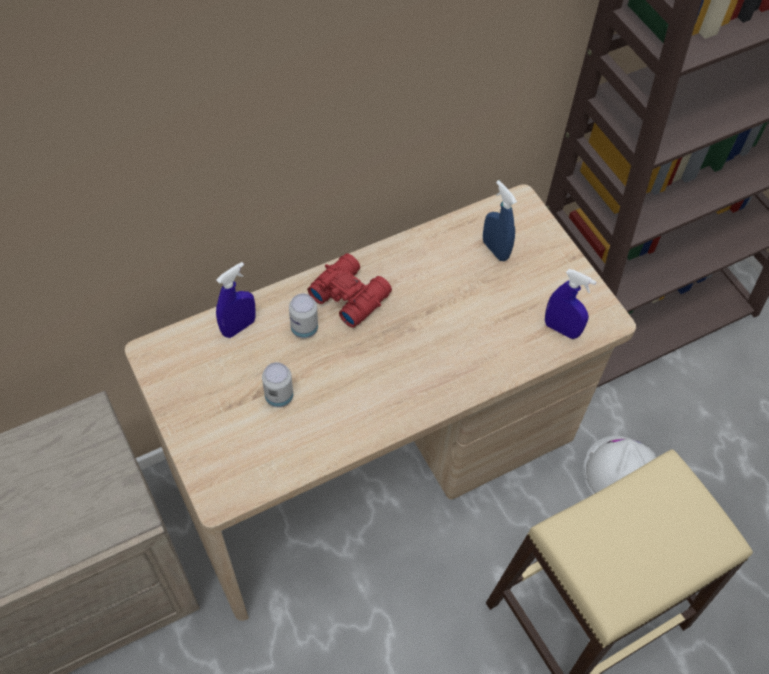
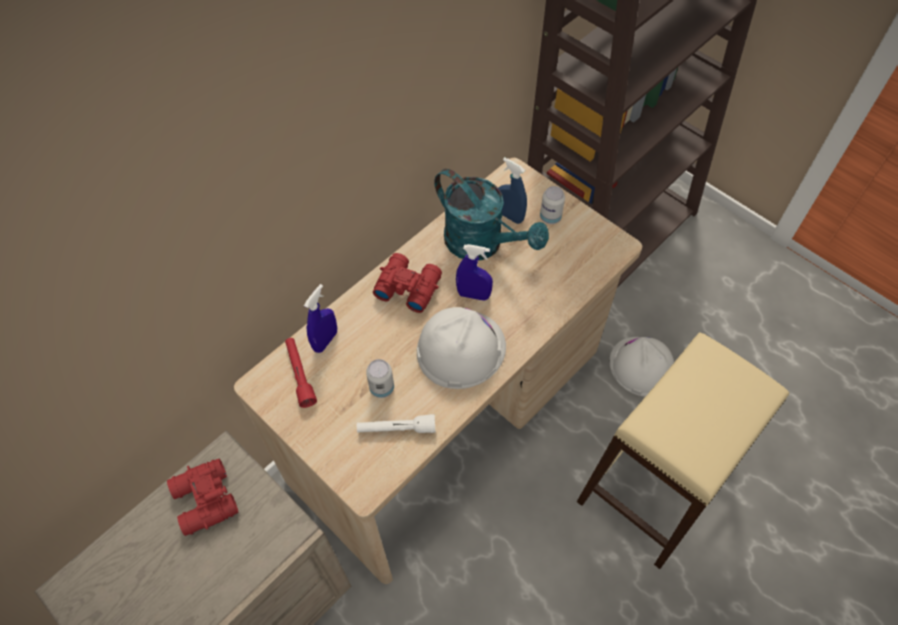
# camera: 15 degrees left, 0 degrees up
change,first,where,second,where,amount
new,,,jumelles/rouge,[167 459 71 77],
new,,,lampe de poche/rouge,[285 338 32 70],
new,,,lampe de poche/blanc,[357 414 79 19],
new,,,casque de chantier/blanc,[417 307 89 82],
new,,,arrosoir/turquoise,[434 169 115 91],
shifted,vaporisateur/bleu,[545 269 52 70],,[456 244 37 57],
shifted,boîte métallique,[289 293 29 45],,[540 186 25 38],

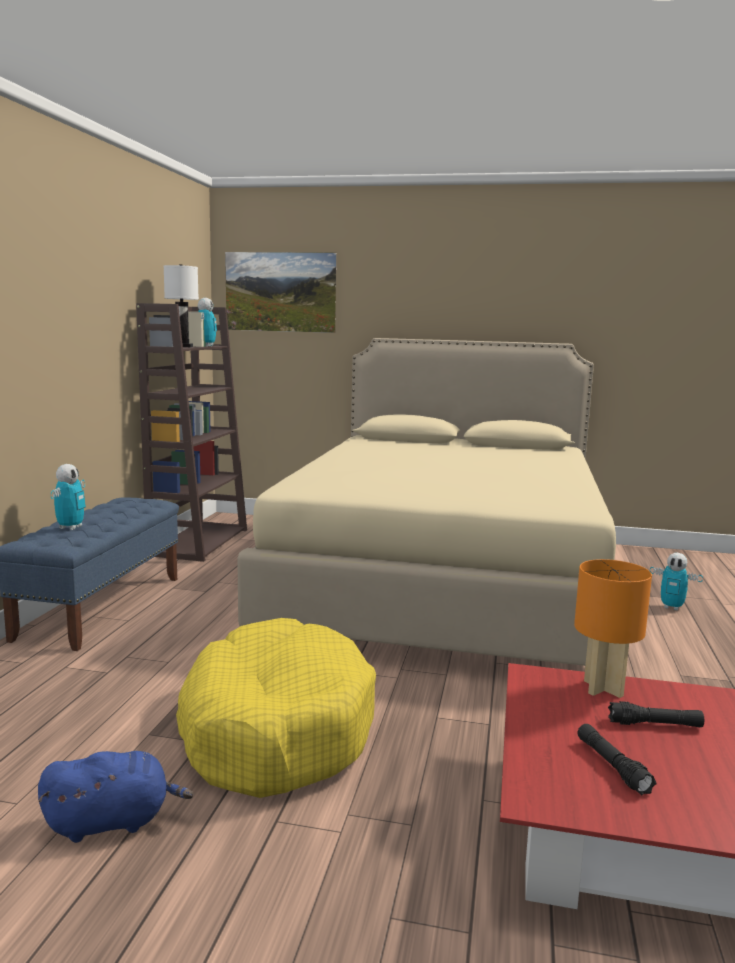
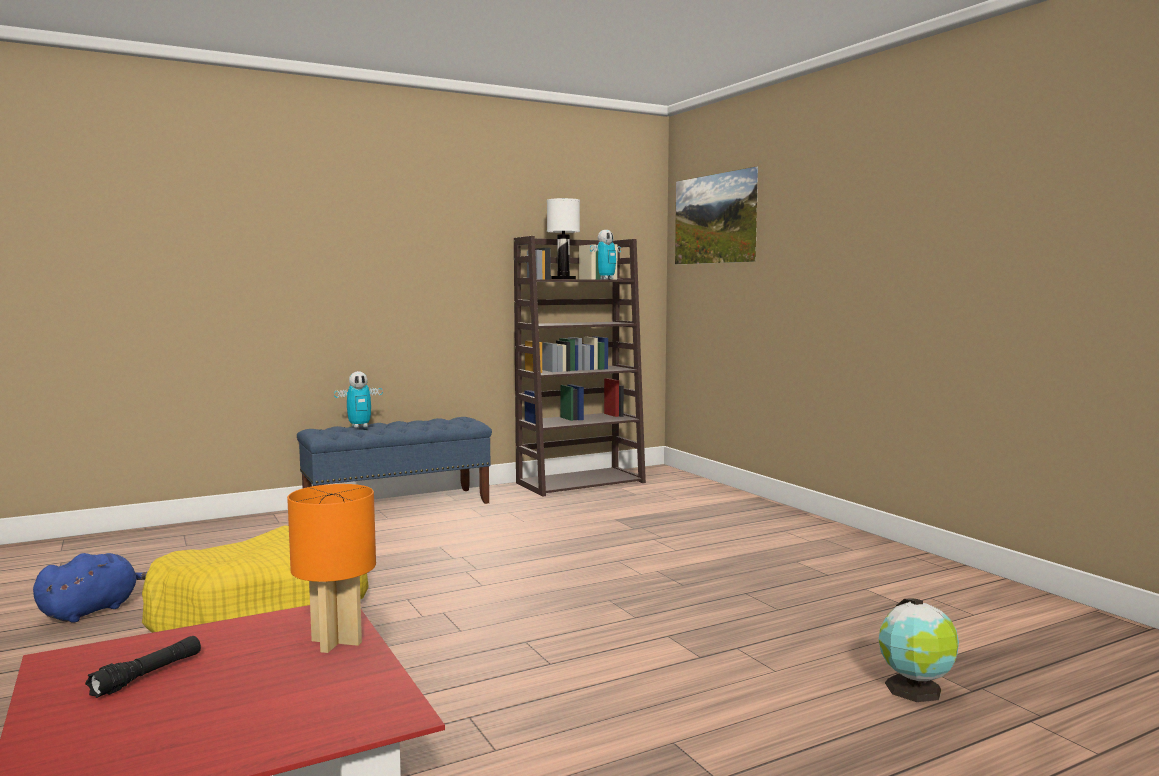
# camera: 50 degrees right, 5 degrees down
change,first,where,second,where,amount
rotated,peluche/bleu,[38 751 155 92],,[33 553 114 70],90 degrees counterclockwise
swapped,robot jouet,[650 553 53 58],globe,[879 598 80 104],
gone,lit/beige,[237 338 379 328],,,
gone,lampe de poche/noir,[608 701 96 26],,,

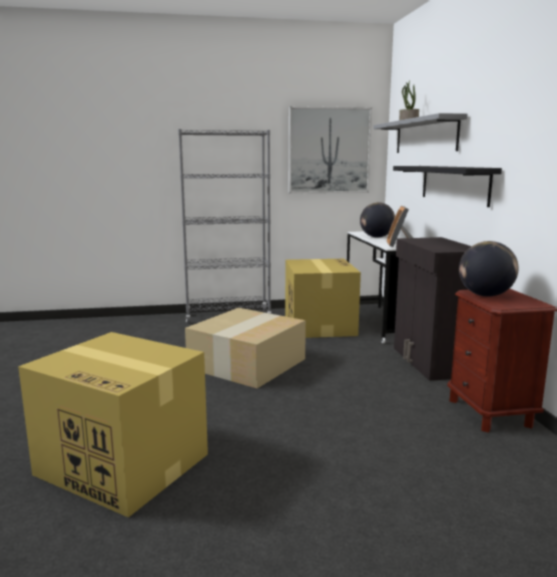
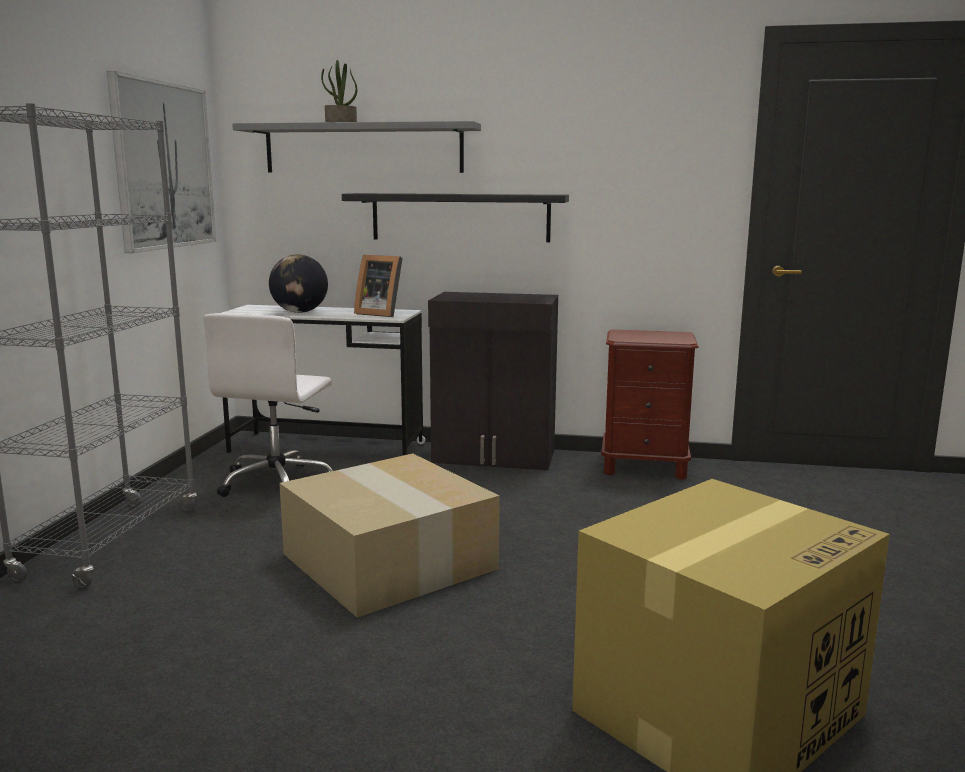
# camera: 70 degrees left, 0 degrees up
change,first,where,second,where,amount
swapped,carton,[285 259 76 79],chaise de bureau/blanc,[203 313 130 184],
gone,globe,[459 241 60 56],,,

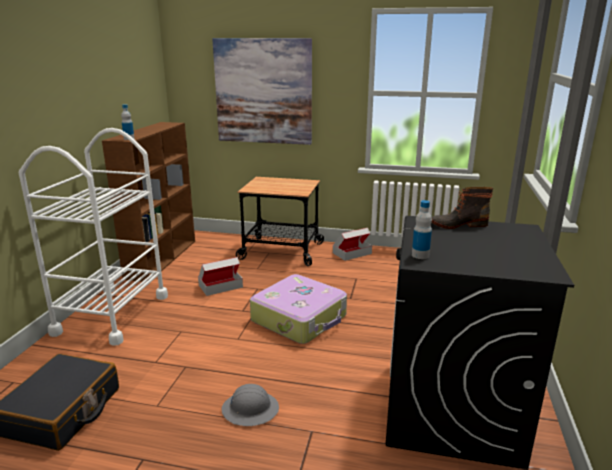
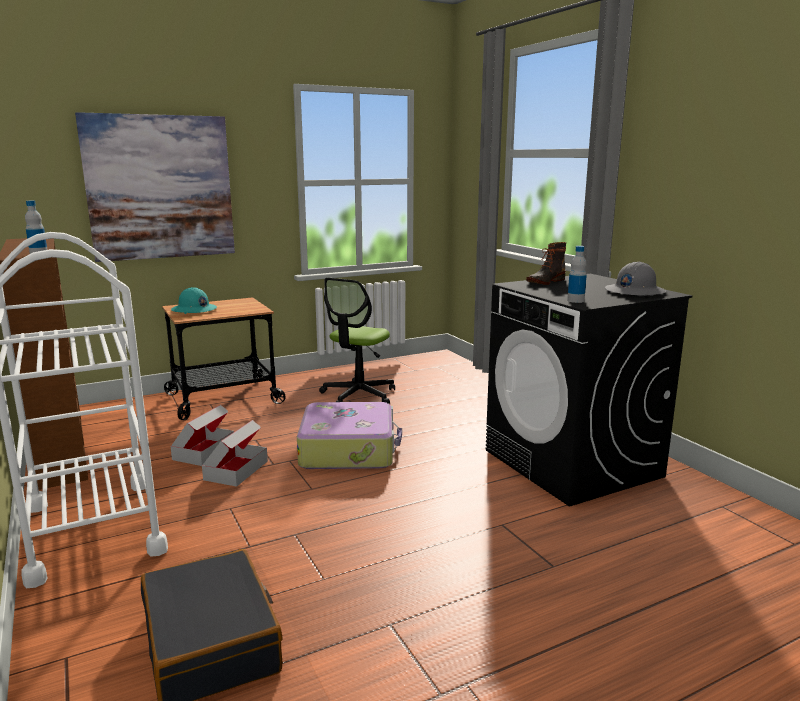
# camera: 40 degrees left, 5 degrees down
change,first,where,second,where,amount
new,,,casque de chantier/turquoise,[171 287 46 27],
shifted,carton,[333 228 39 33],,[202 420 66 67],
new,,,chaise de bureau,[319 278 76 126],
shifted,casque de chantier/gris,[222 384 57 42],,[605 262 61 34],

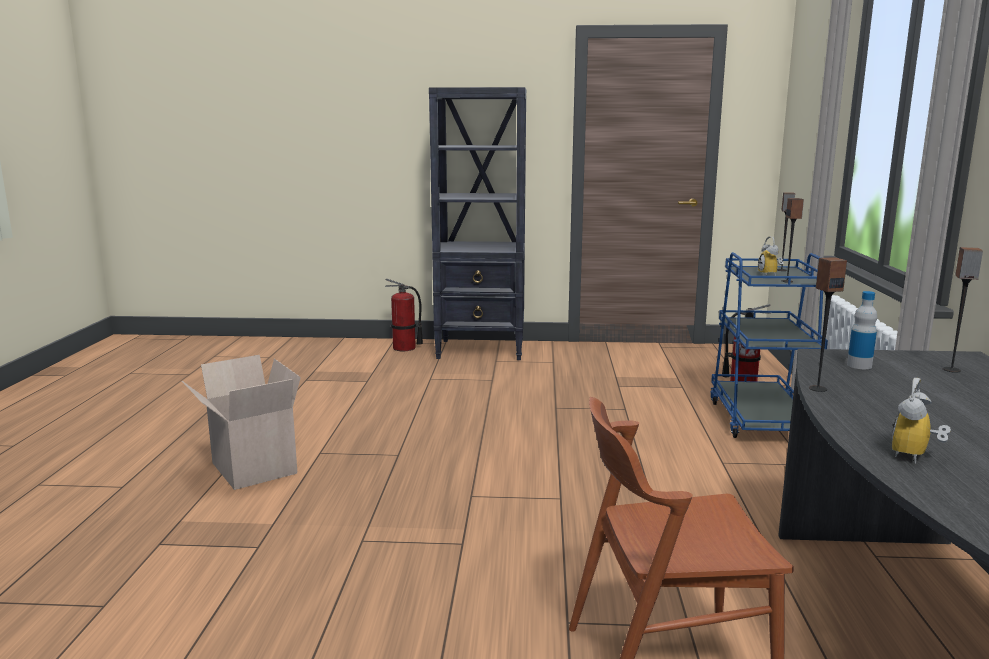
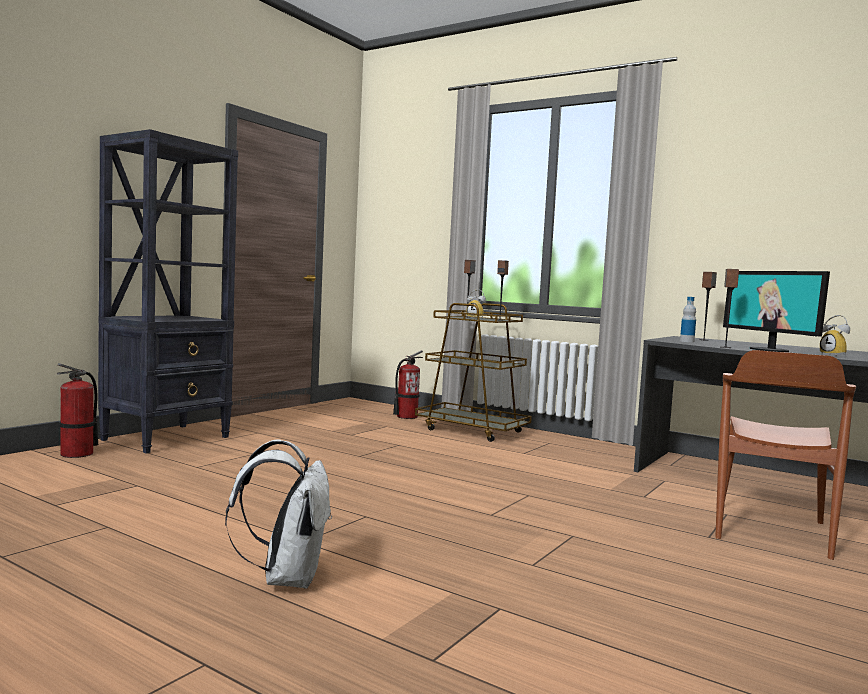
# camera: 60 degrees left, 10 degrees down
change,first,where,second,where,amount
swapped,carton,[182 355 119 135],sac à dos/blanc,[225 439 107 149],
repainted,chariot/bleu,[710 252 118 186],chariot/marron,[415 303 117 139],
new,,,écran d'ordinateur,[723 271 107 81],

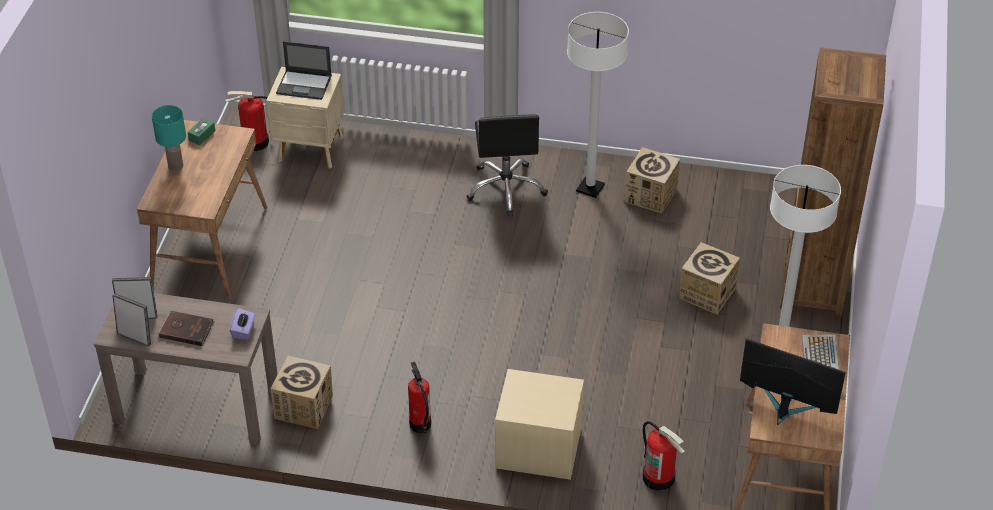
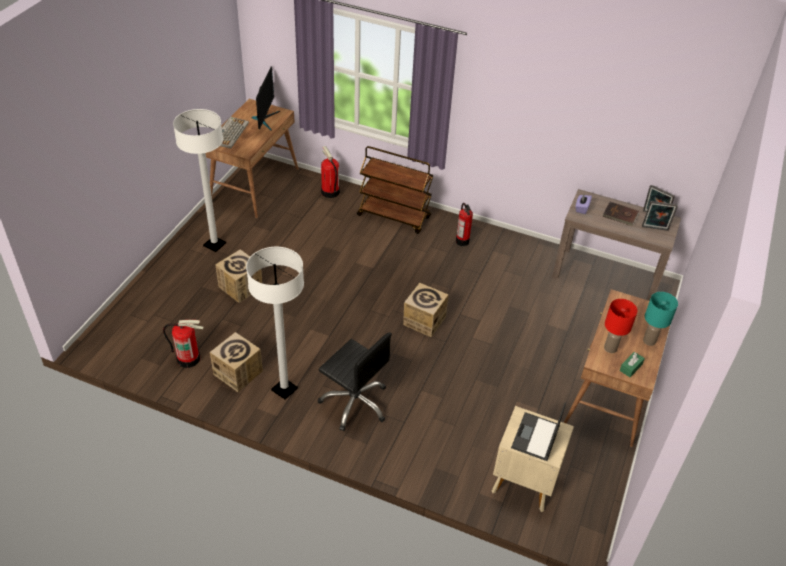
# camera: 170 degrees left, 0 degrees up
change,first,where,second,where,amount
shifted,extincteur,[225 91 45 60],,[163 320 40 48],
rotated,écran d'ordinateur,[740 338 106 87],,[252 66 28 65],120 degrees counterclockwise
rotated,chaise de bureau/noir,[466 115 82 102],,[318 332 74 99],120 degrees clockwise
swapped,table de chevet/beige,[495 369 89 111],chariot/marron,[357 146 77 88],
shifted,carton,[270 356 63 73],,[403 283 45 54],
rotated,ordinateur portable,[276 41 56 59],,[511 402 55 59],90 degrees counterclockwise
new,,,lampe de table/rouge,[604 299 34 54],
gone,bibliothèque/marron,[780 47 106 270],,,

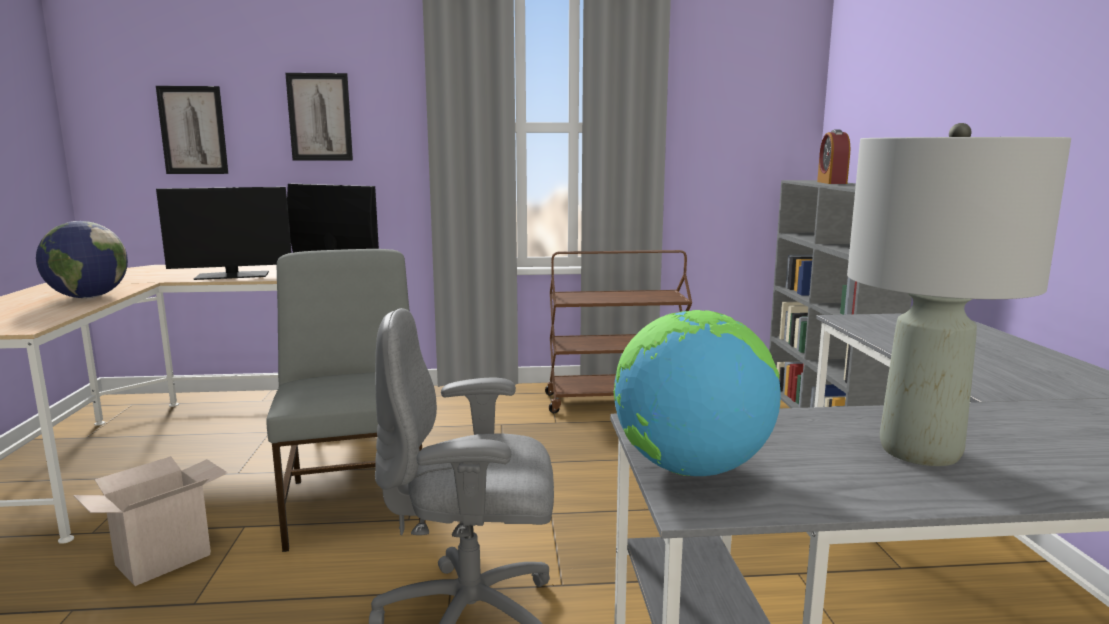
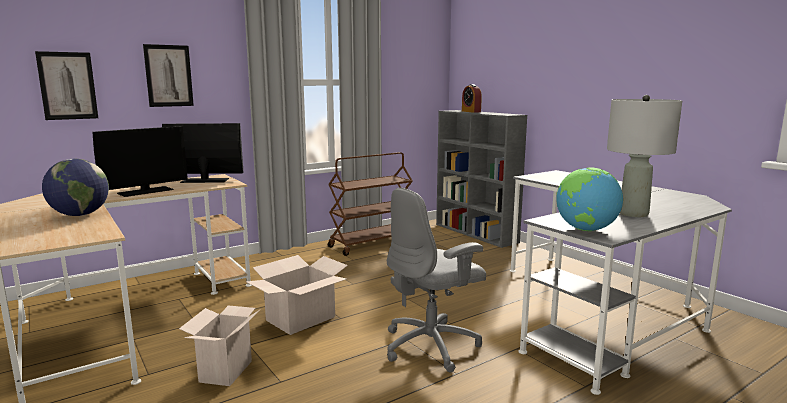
# camera: 30 degrees left, 0 degrees up
change,first,where,second,where,amount
swapped,chaise/gris,[266 249 160 303],carton,[246 255 102 80],

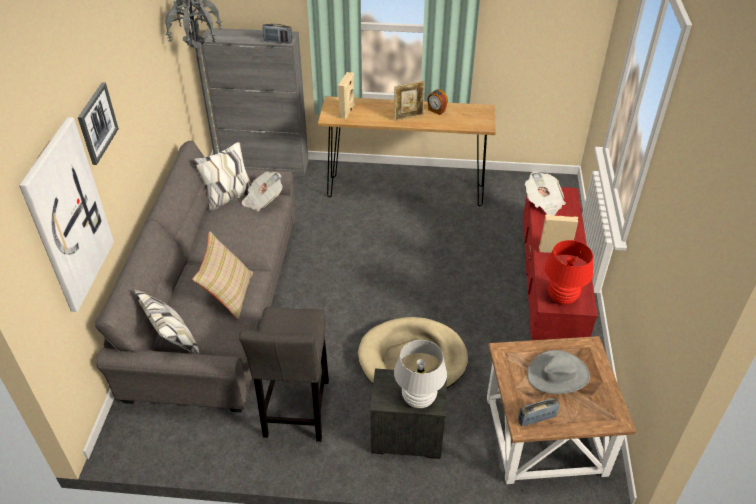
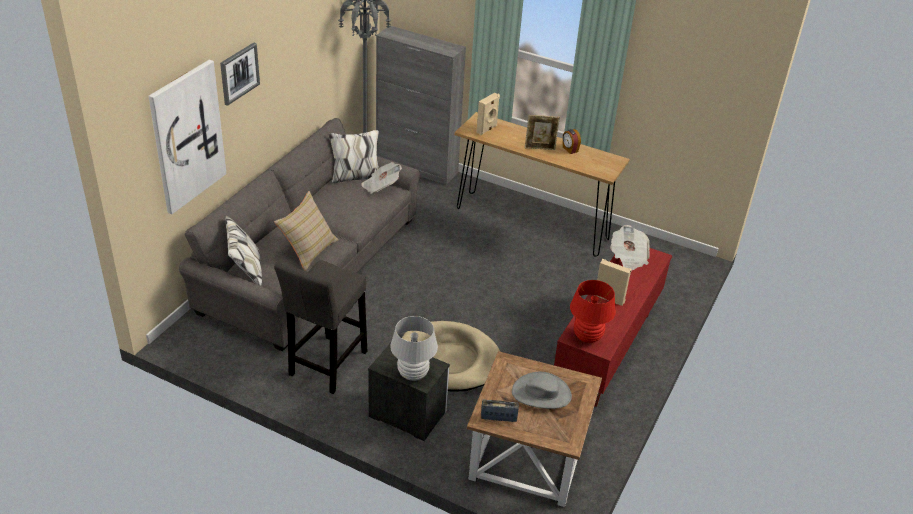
# camera: 20 degrees right, 5 degrees down
change,first,where,second,where,amount
gone,radio,[263 24 29 20],,,

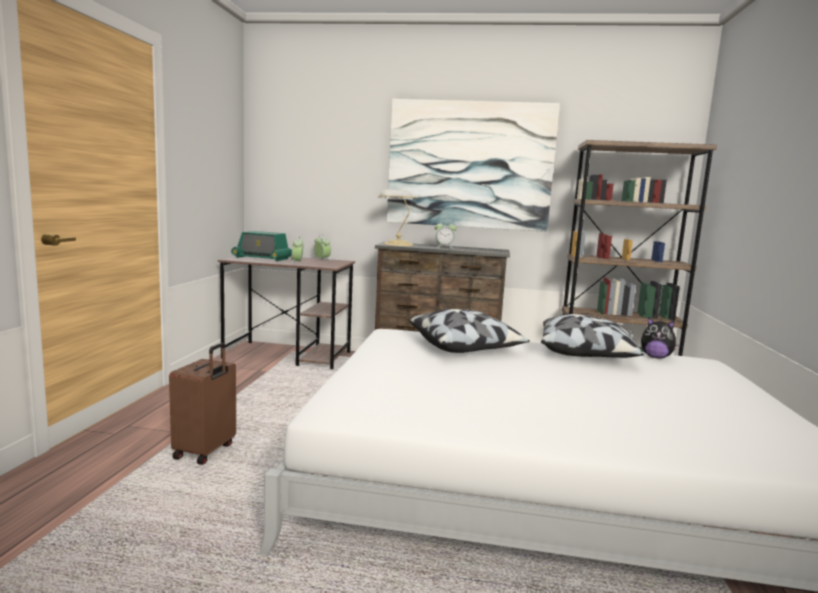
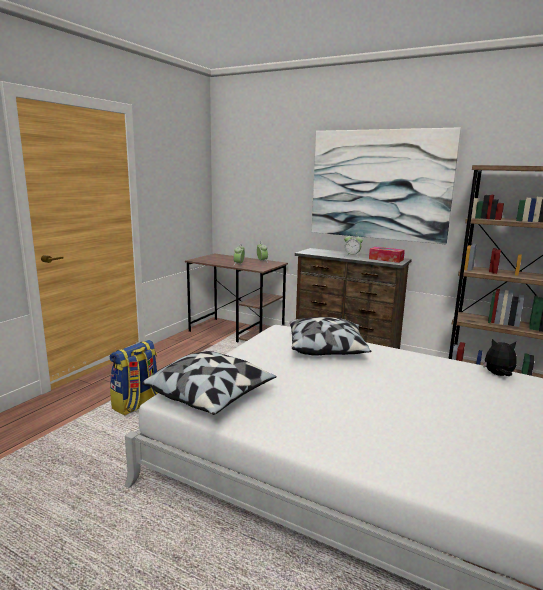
# camera: 20 degrees right, 5 degrees up
change,first,where,second,where,amount
swapped,valise/marron,[169 343 67 122],sac à dos,[110 340 48 76],
shifted,coussin,[541 314 103 44],,[142 351 135 64],
new,,,boîte à mouchoirs,[369 247 36 16],
rotated,peluche,[641 317 38 42],,[483 339 34 37],150 degrees clockwise
gone,radio,[231 231 61 30],,,
gone,lampe de table,[378 189 40 57],,,

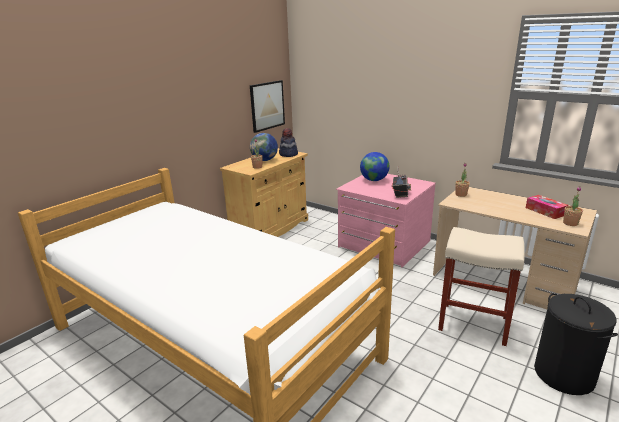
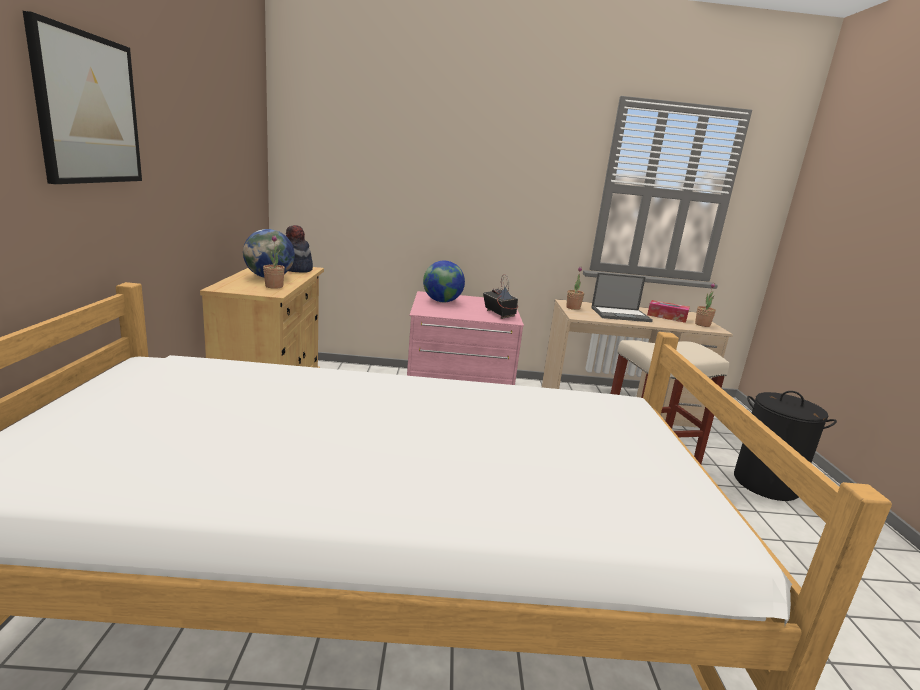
# camera: 40 degrees left, 5 degrees down
change,first,where,second,where,amount
shifted,tableau,[250 80 35 53],,[23 11 119 173],
new,,,ordinateur portable,[591 273 62 49],

